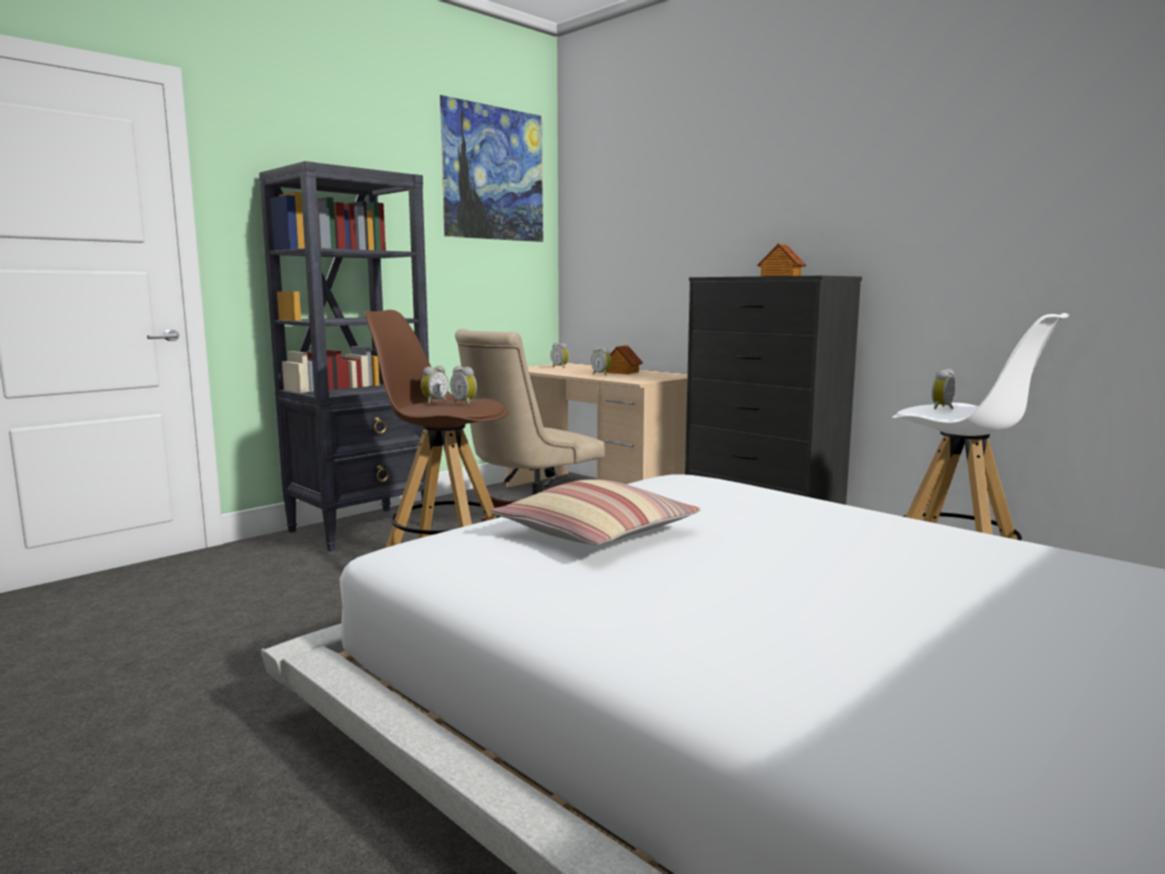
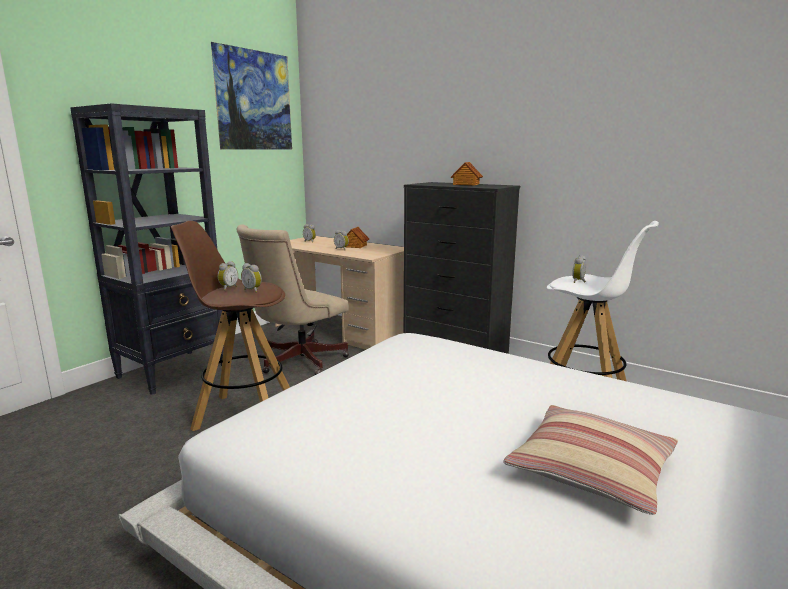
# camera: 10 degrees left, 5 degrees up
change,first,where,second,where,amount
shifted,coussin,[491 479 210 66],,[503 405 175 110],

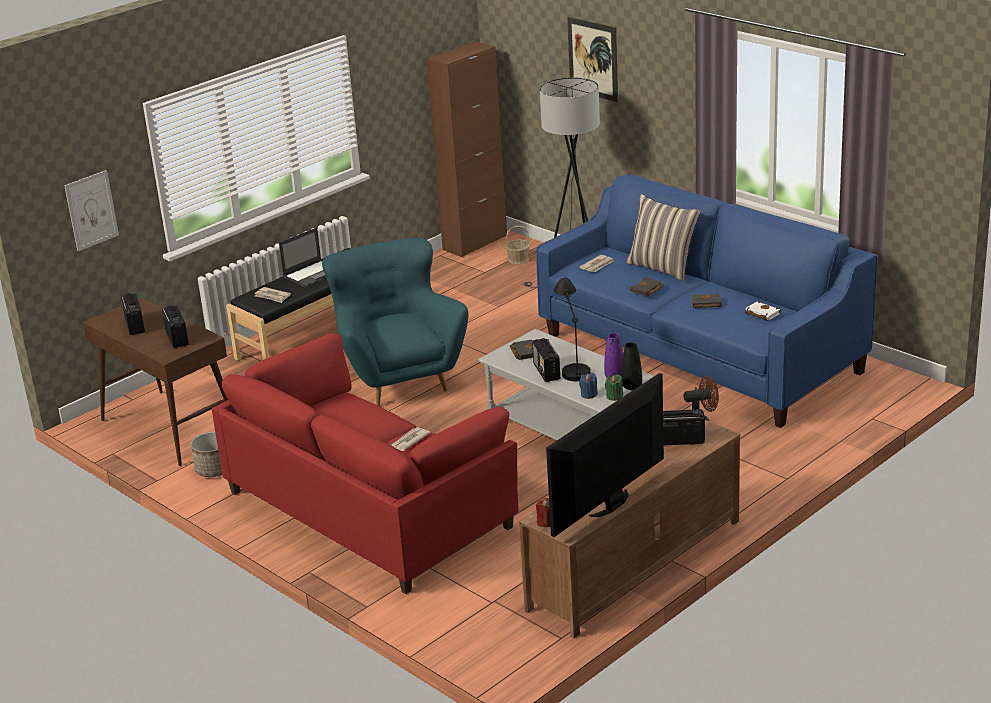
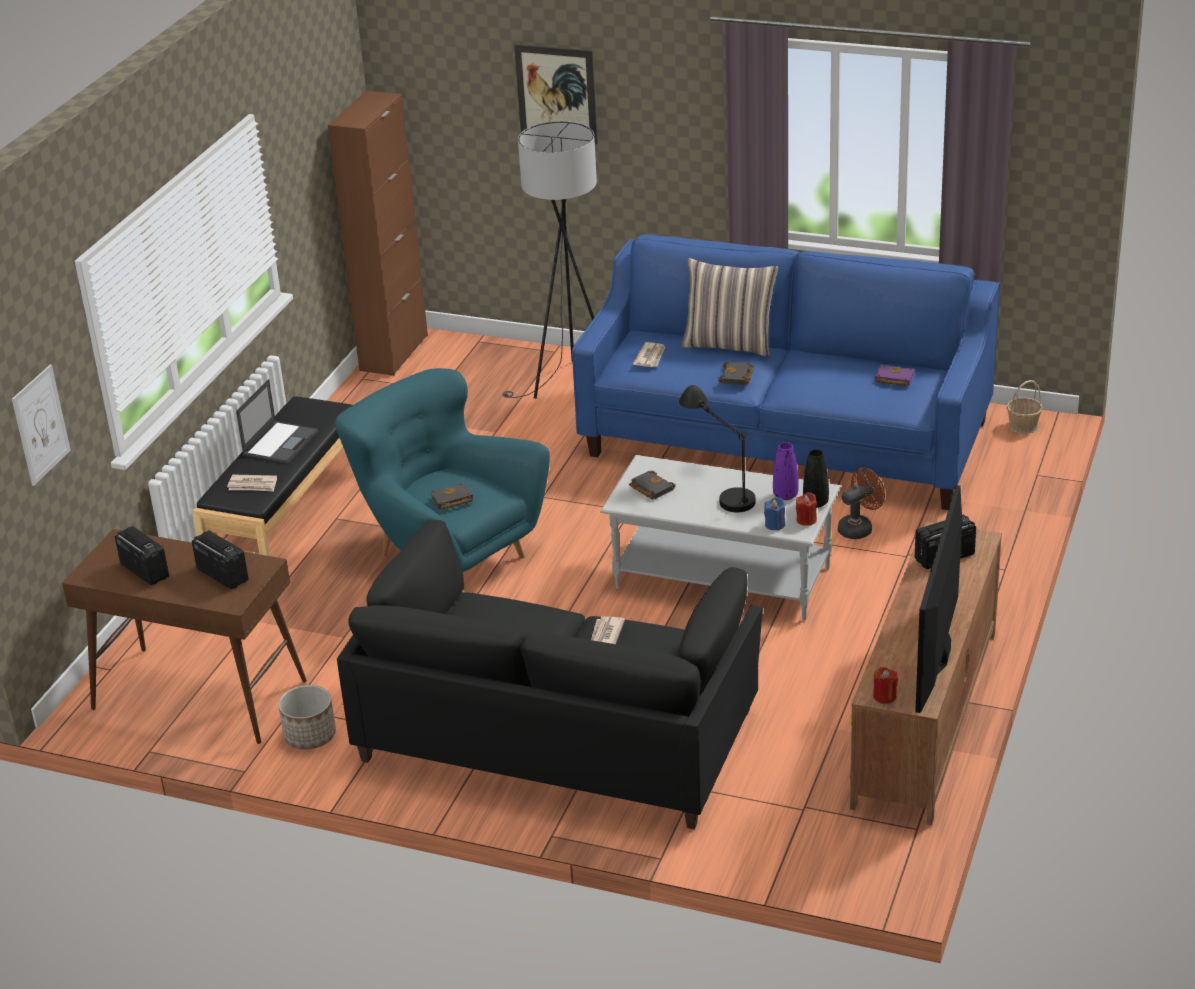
# camera: 25 degrees left, 5 degrees up
change,first,where,second,where,amount
repainted,canapé/rouge,[212 333 307 261],canapé/noir,[337 520 426 309],
shifted,livre/noir,[692 293 29 15],,[430 483 43 27],
repainted,bougie/vert,[605 375 18 26],bougie/rouge,[796 492 21 34],
repainted,livre/blanc,[745 301 36 20],livre/violet,[875 364 39 23],
shifted,panier,[505 226 25 38],,[1006 380 37 54],
gone,radio,[532 338 28 44],,,

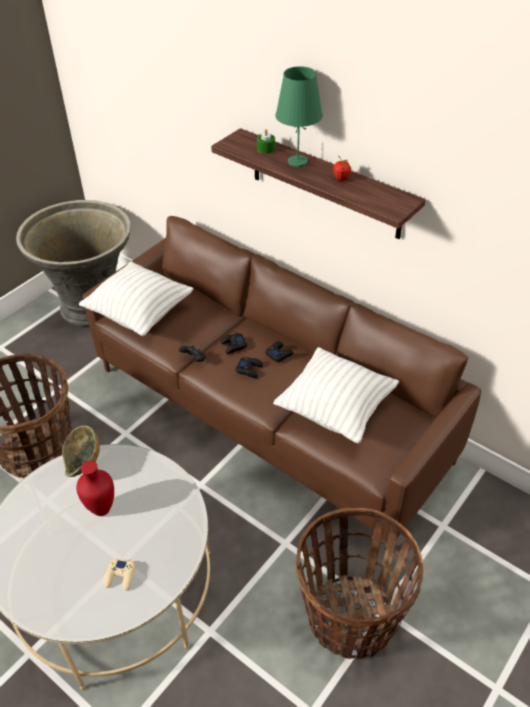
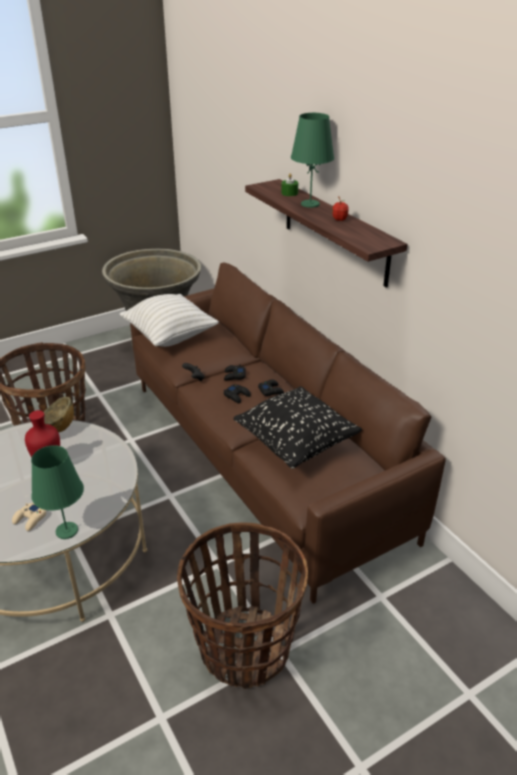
# camera: 20 degrees right, 10 degrees down
change,first,where,second,where,amount
new,,,lampe de table/vert,[31 445 53 94],
repainted,coussin/blanc,[273 347 126 97],coussin/noir,[233 386 129 83],

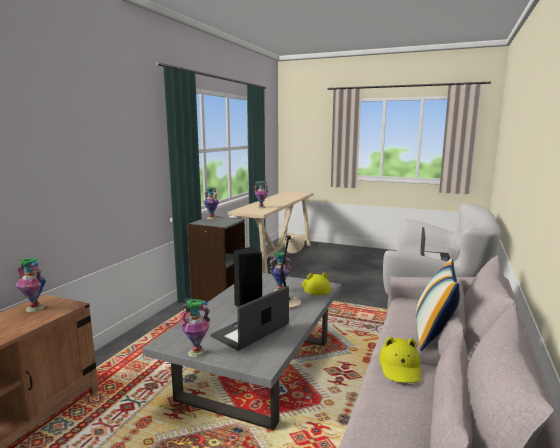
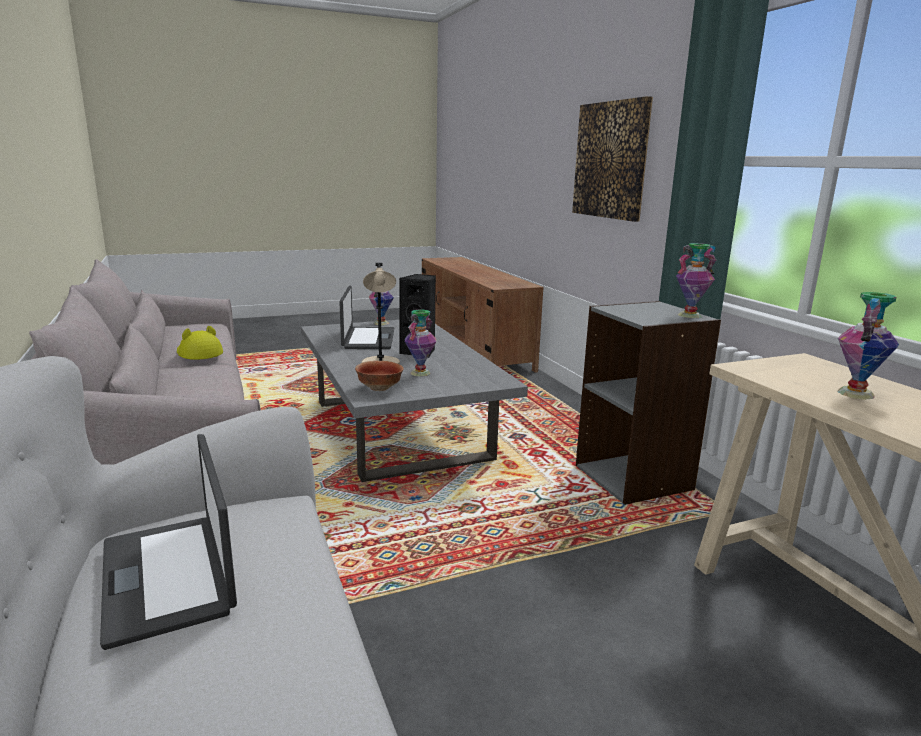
# camera: 135 degrees right, 5 degrees up
change,first,where,second,where,amount
swapped,chapeau/jaune,[302 272 29 23],bol,[355 361 49 30],
new,,,tableau,[572 96 81 126],
gone,vase,[16 258 30 54],,,
gone,coussin,[416 258 44 93],,,

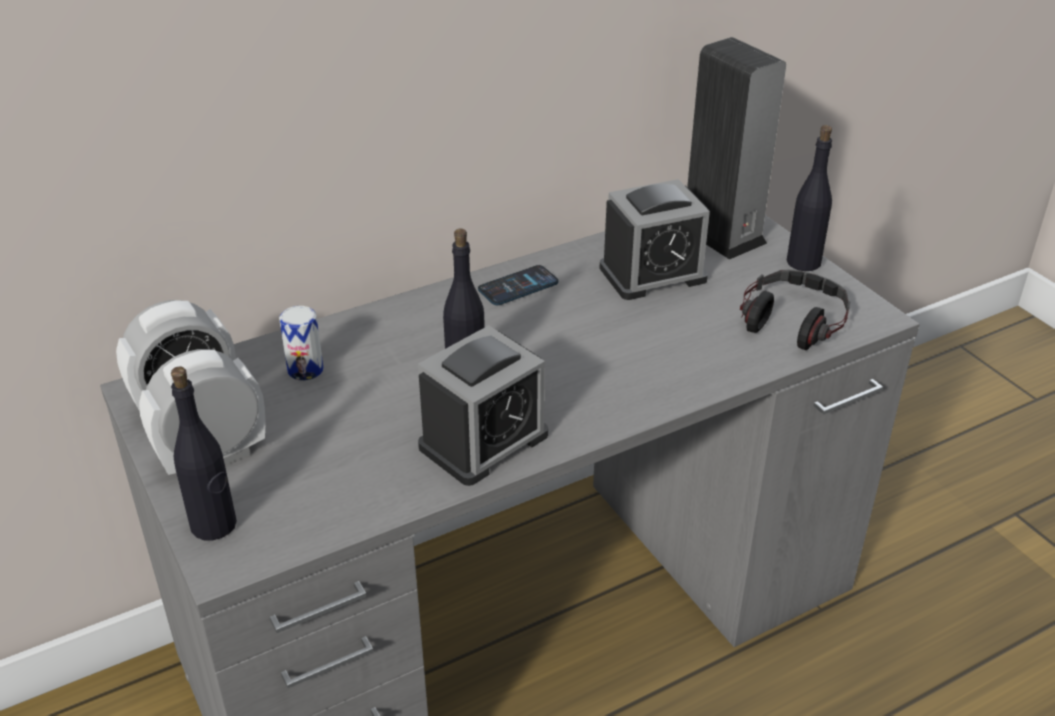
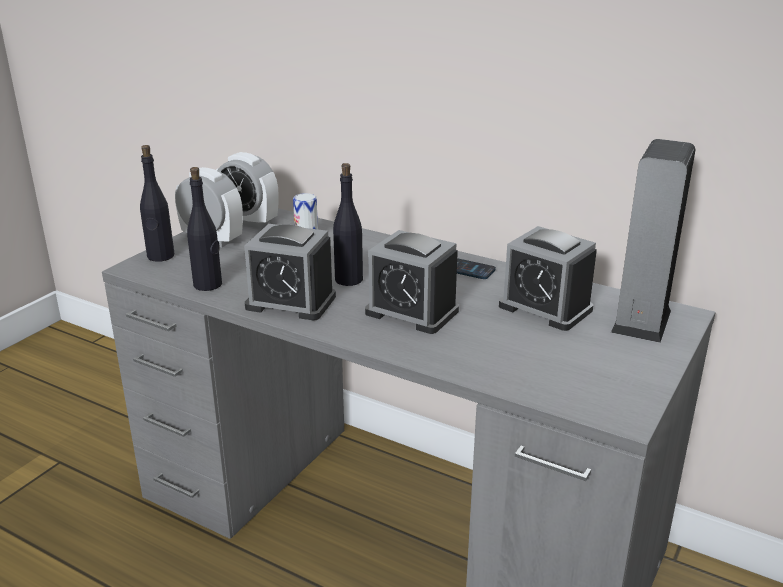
# camera: 60 degrees right, 10 degrees down
change,first,where,second,where,amount
shifted,bouteille/noir,[787 125 45 146],,[187 167 35 124],
new,,,réveil,[365 230 94 104],
gone,casque audio,[740 269 110 81],,,

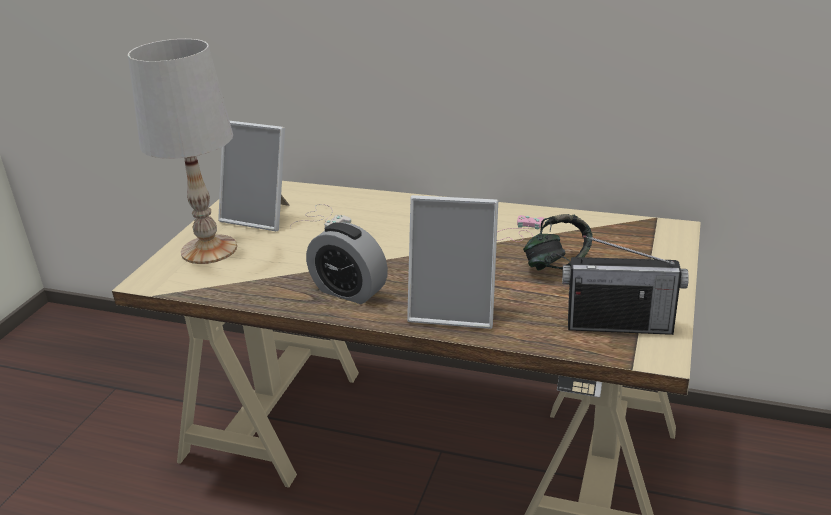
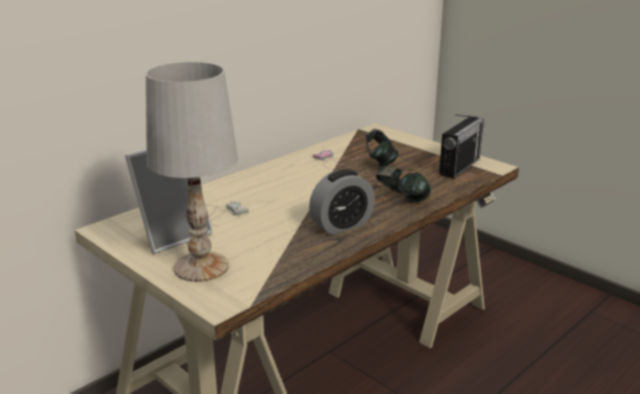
# camera: 65 degrees left, 5 degrees down
change,first,where,second,where,amount
swapped,cadre photo,[407 195 91 134],casque audio,[376 166 55 36],

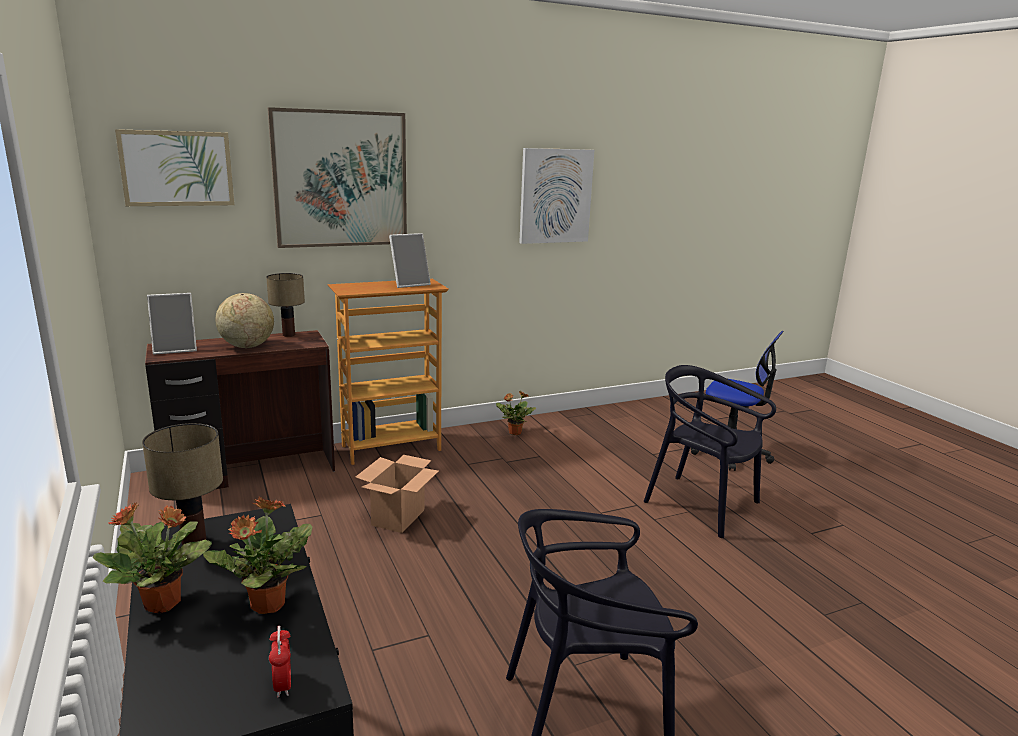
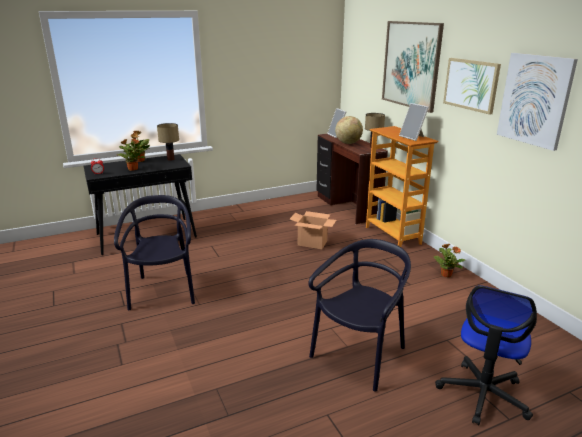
# camera: 90 degrees right, 5 degrees up
change,first,where,second,where,amount
shifted,tableau,[115 129 119 77],,[443 58 58 57],

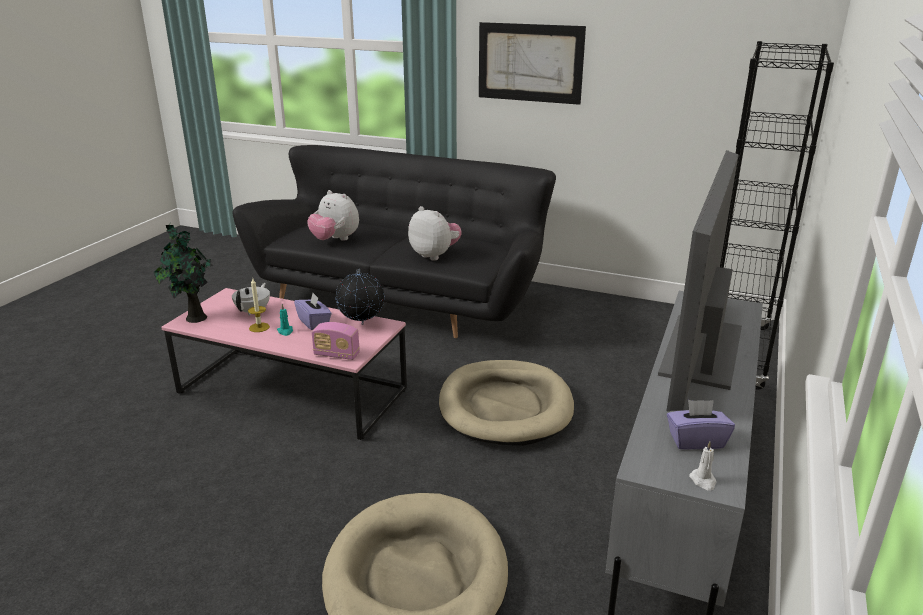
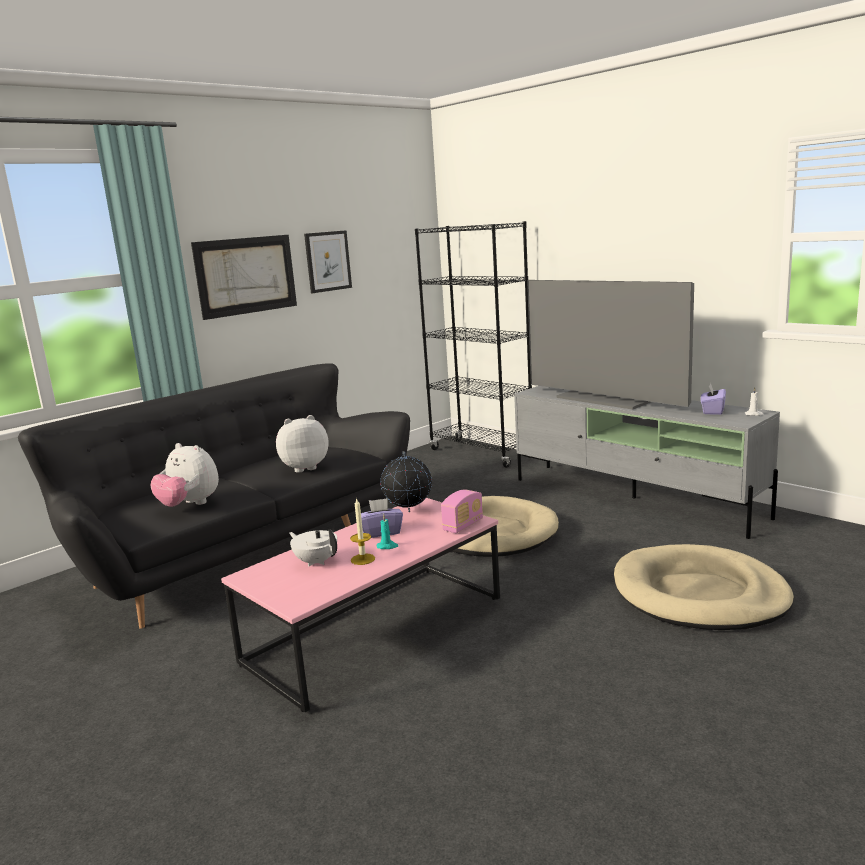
# camera: 65 degrees left, 10 degrees down
change,first,where,second,where,amount
rotated,peluche,[307 190 52 51],,[151 443 68 64],60 degrees clockwise
new,,,tableau,[304 230 48 63],
gone,plante en pot,[153 225 60 98],,,

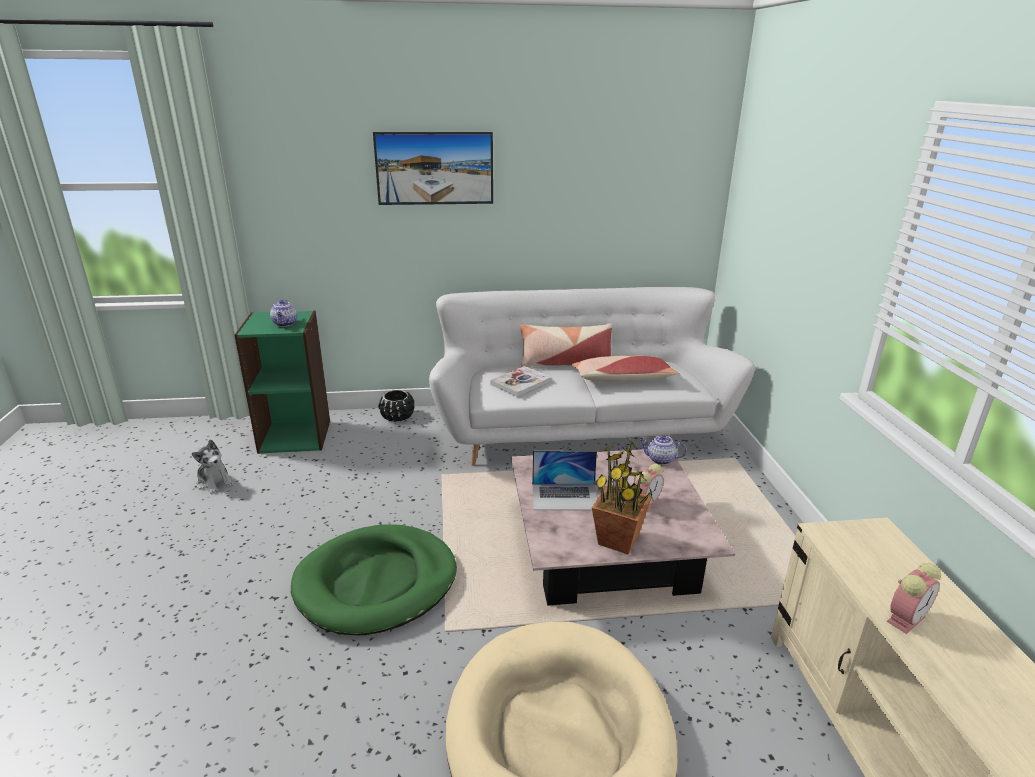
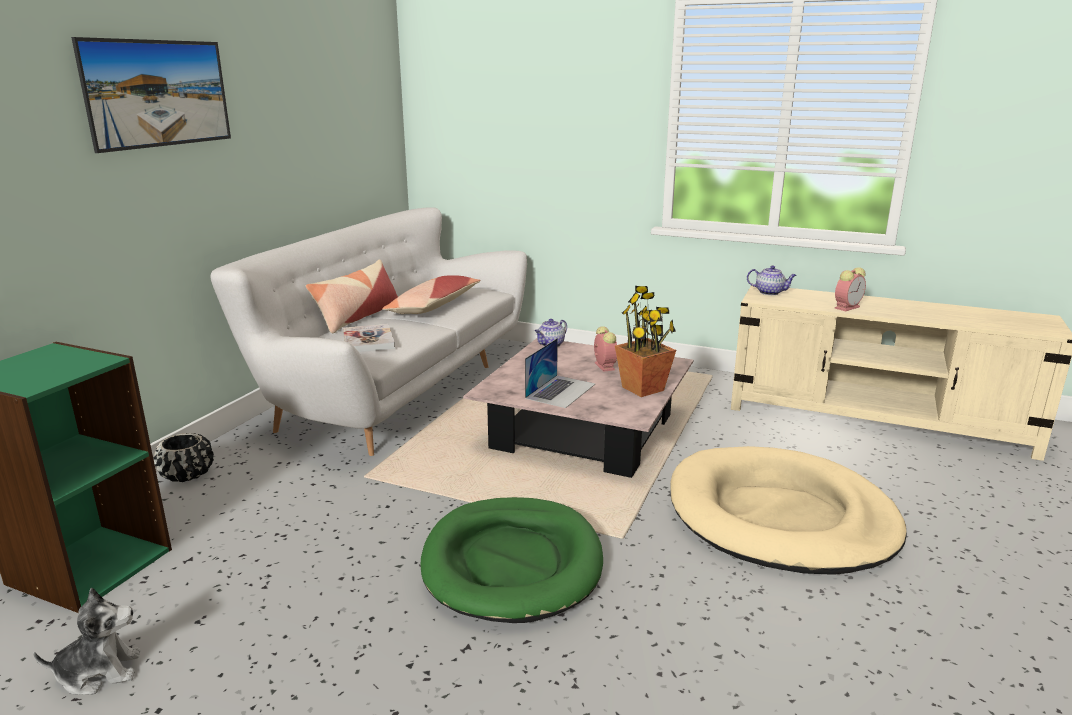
# camera: 60 degrees left, 5 degrees down
change,first,where,second,where,amount
shifted,théière,[270 299 27 28],,[747 265 50 30],
rotated,réveil,[887 563 54 71],,[835 267 31 44],60 degrees clockwise

